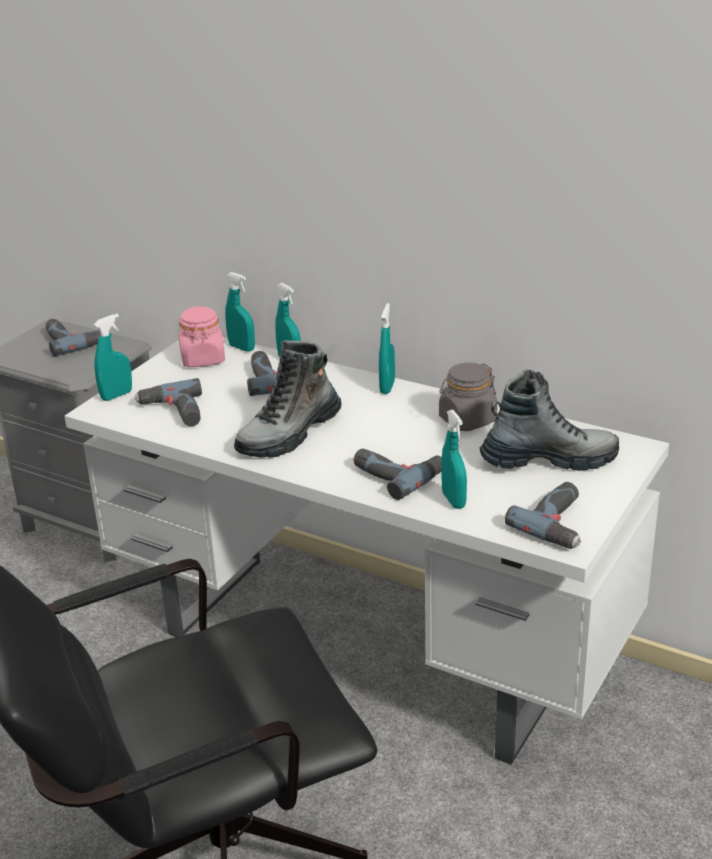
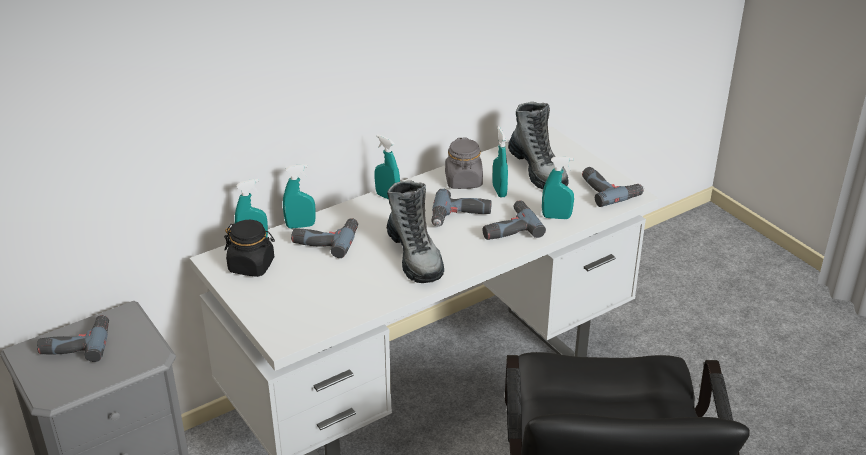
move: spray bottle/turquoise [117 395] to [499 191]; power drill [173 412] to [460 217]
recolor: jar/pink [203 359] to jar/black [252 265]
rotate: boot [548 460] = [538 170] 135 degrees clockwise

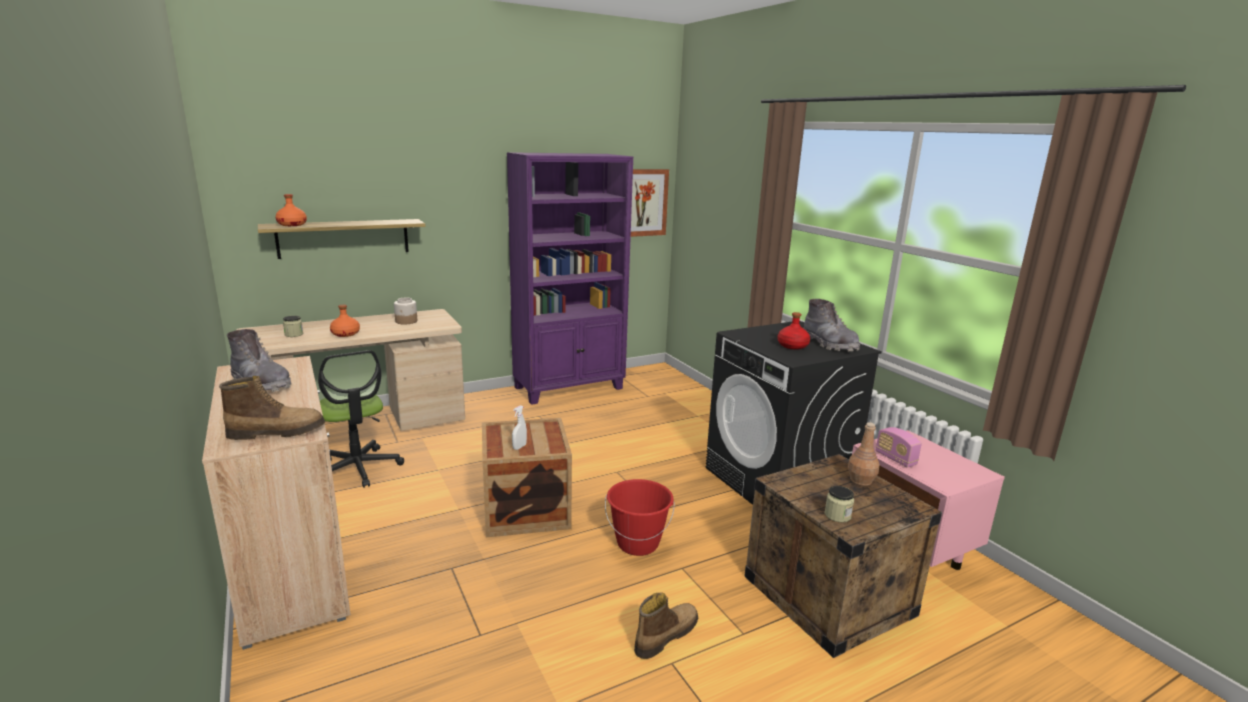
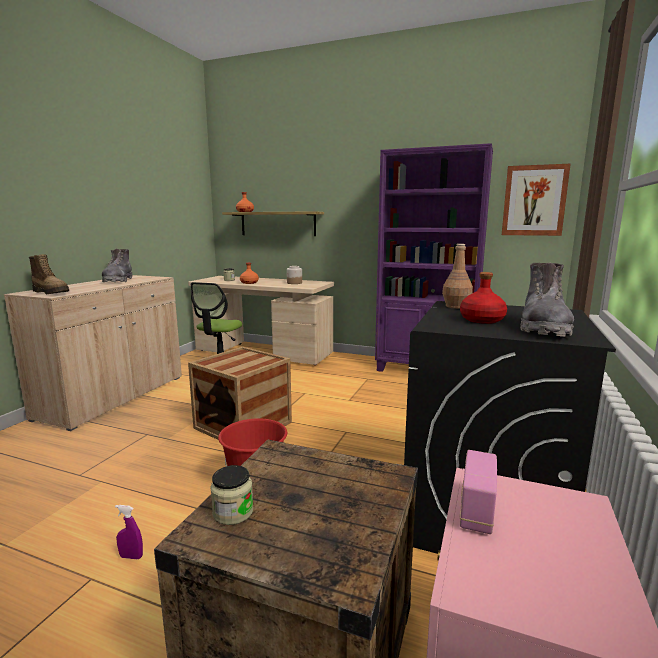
delete: spray bottle/white [519 447]
move: bottle/brown [861 481] to [456 306]
replace: boot [665 635] to spray bottle/purple [131 556]

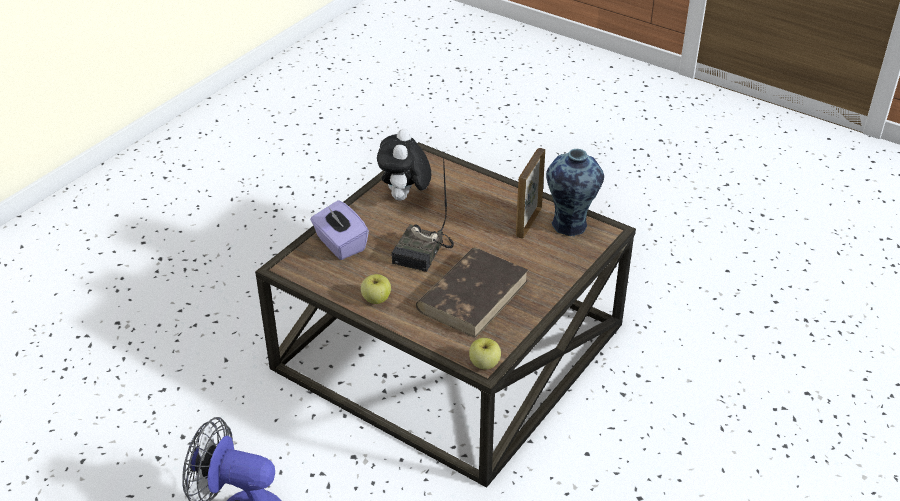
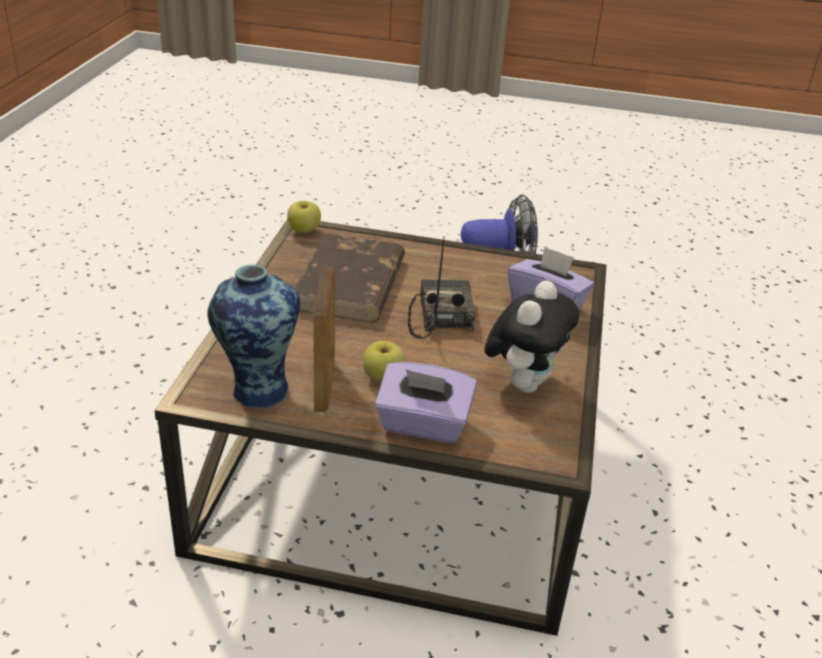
insert: tissue box/purple [423 425]
move: apple [376 299] to [383 377]
rotate: plush toy [404 198] = [524 383] 45 degrees clockwise

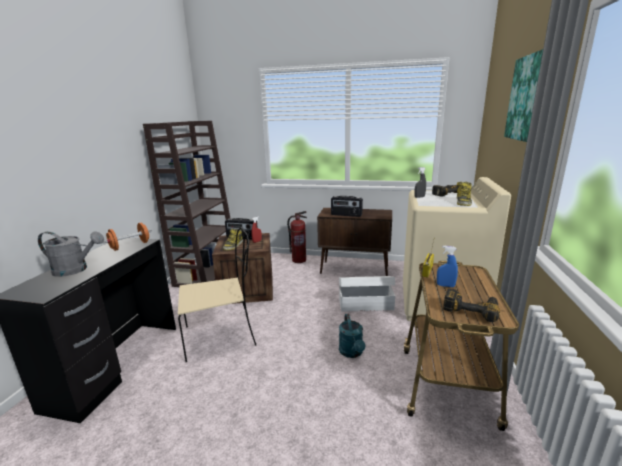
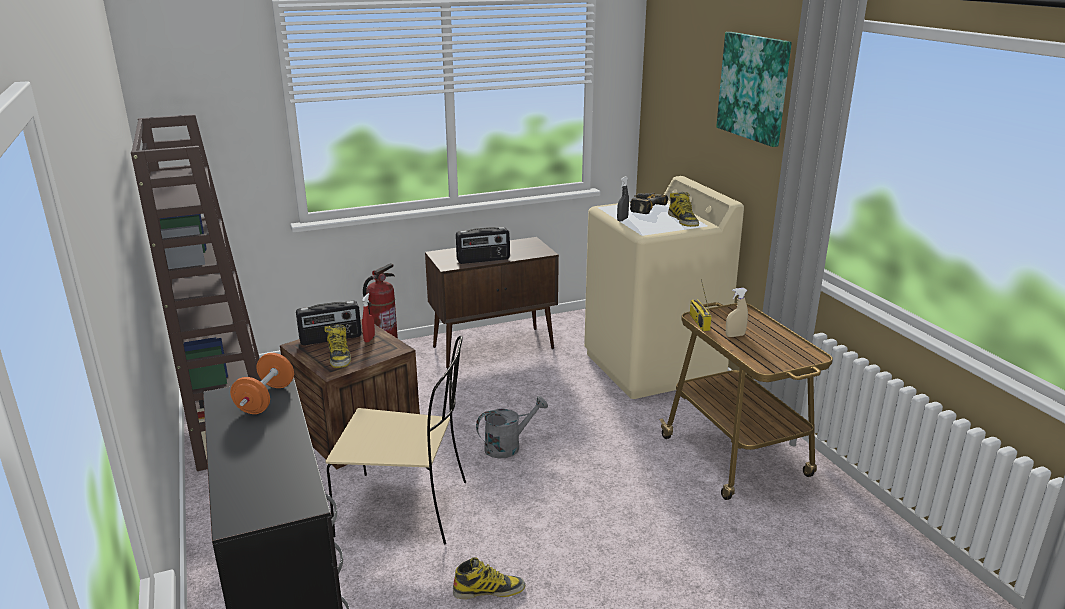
delete: storage box/white [365 304]; power drill [471 308]; watering can/turquoise [352 353]
insert: boot [489 590]
move: watering can/grey [76 270] to [508 446]
recolor: spray bottle/blue [445 285] to spray bottle/beige [735 335]
rotate: chair/beige [222 335] = [406 508] 60 degrees clockwise

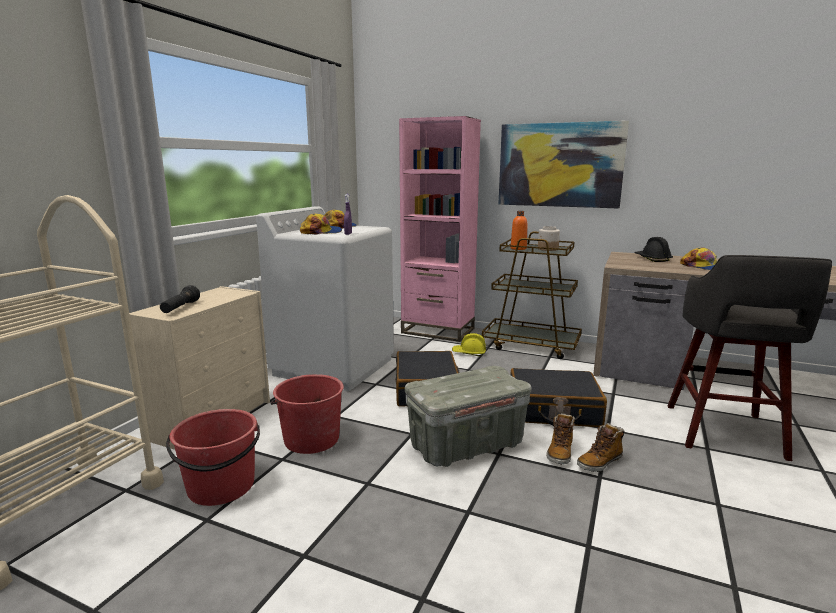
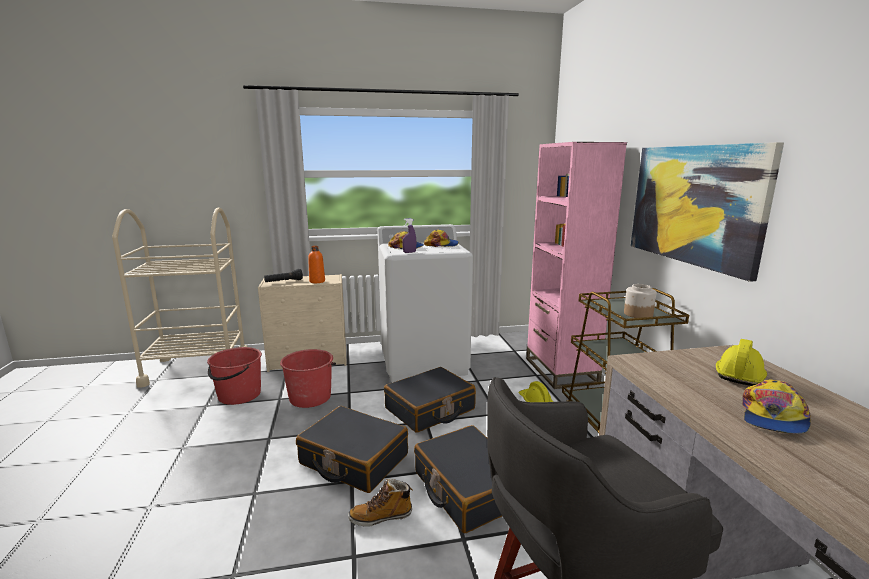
delete: boot [599 462]
move: bottle/orange [518 248] to [317 281]
replace: storage box/grey [466 444] to suitcase/black [353 460]
recolor: hard hat/black [652 259] to hard hat/yellow [739 374]

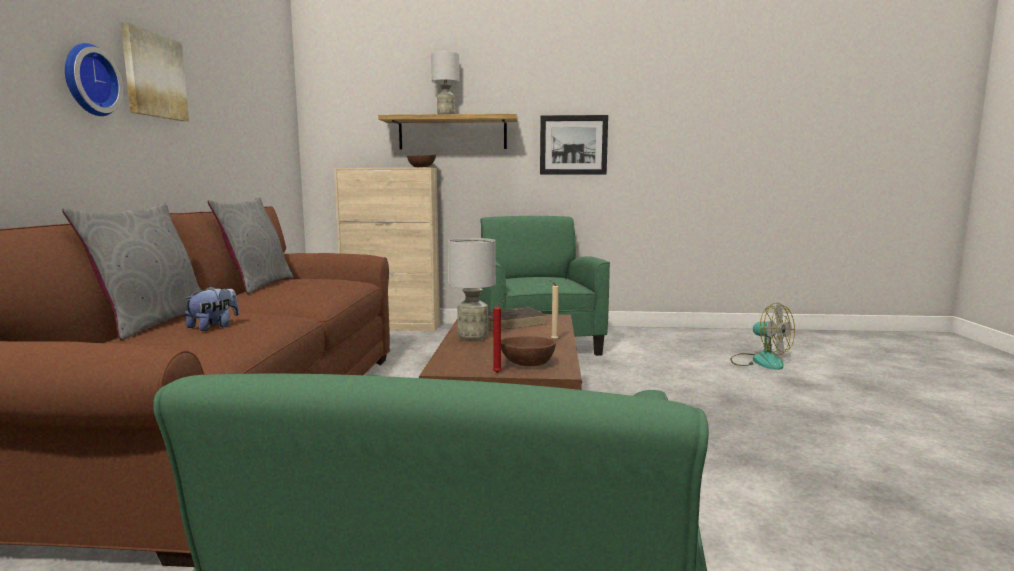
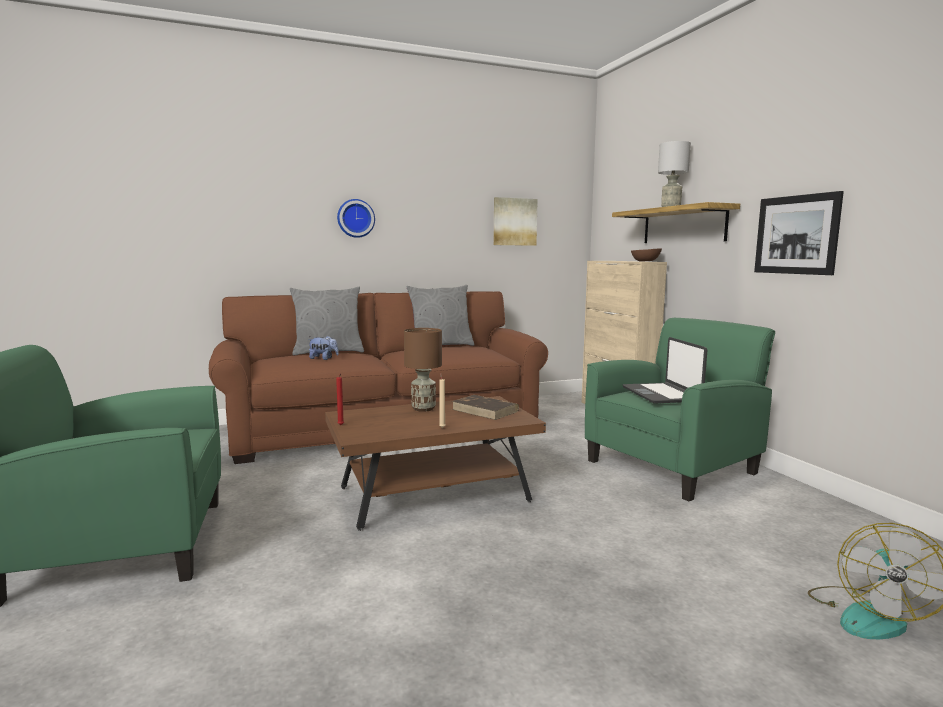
delete: bowl/brown [528 364]
insert: laptop [661 394]
move: picture [153 75] to [514 222]
recolor: table lamp/grey [472 338] to table lamp/brown [423 408]

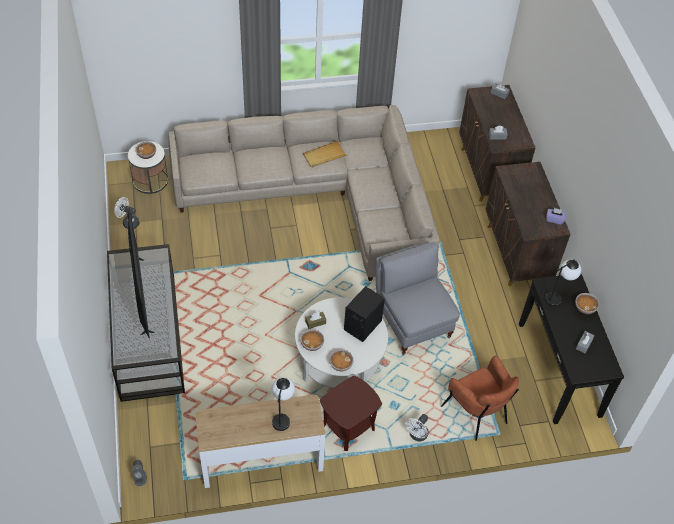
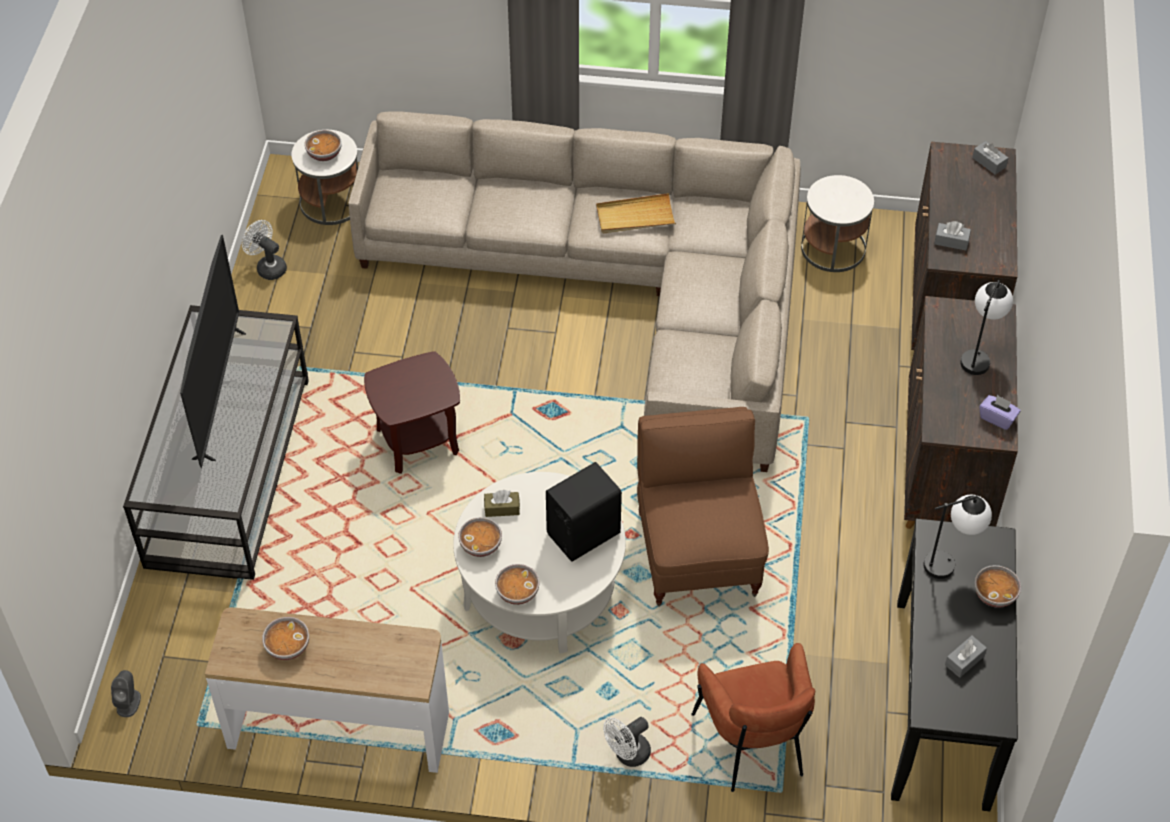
insert: side table/white [833 248]; bowl [287 647]
move: side table/brown [348 427] to [417 440]; table lamp [282 416] to [978 355]
recolor: armchair/grey [412 322] to armchair/brown [697 552]

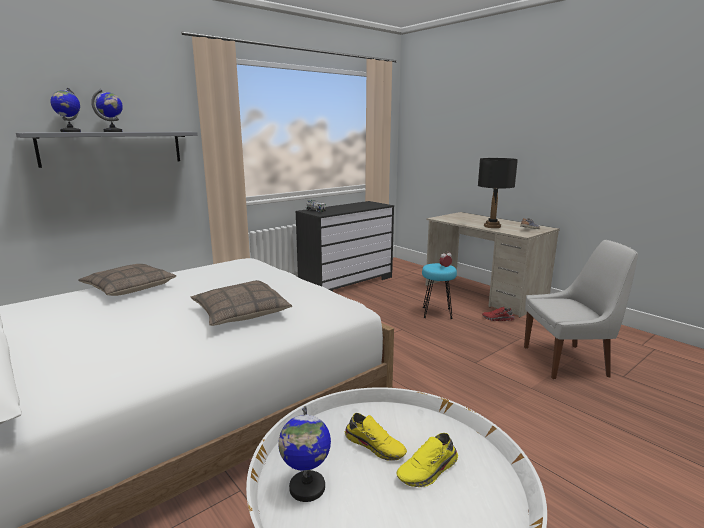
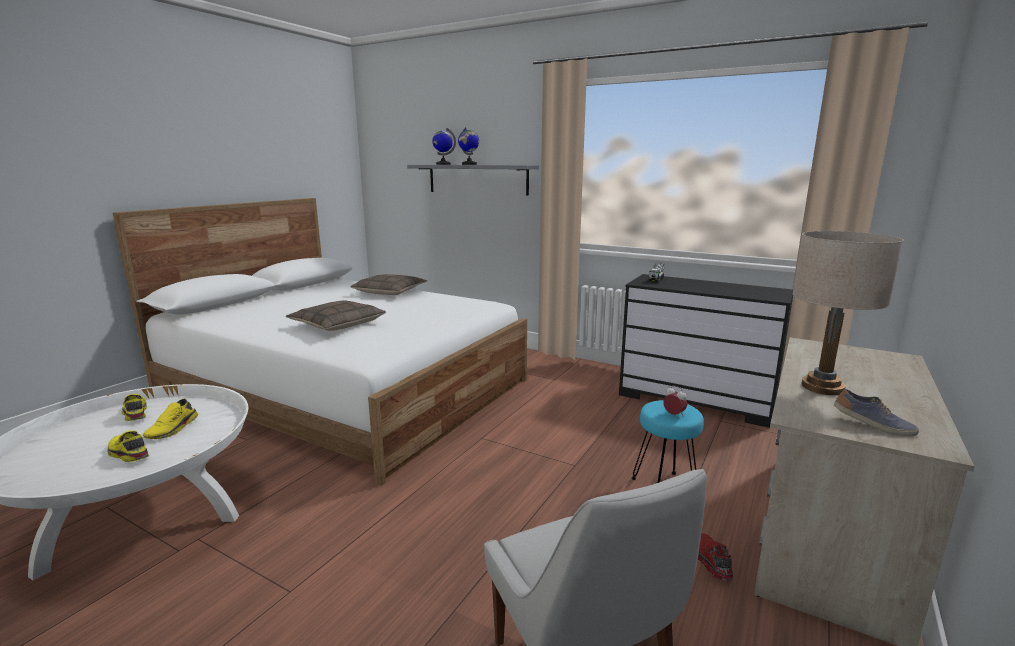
replace: globe [306 488] to shoe/yellow [134 413]
recolor: table lamp/black [492 226] to table lamp/beige [822 387]

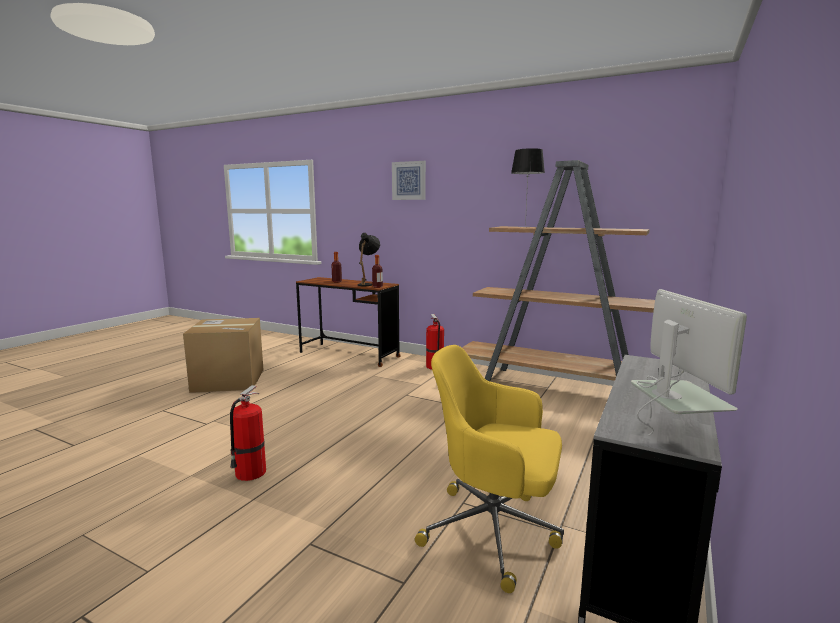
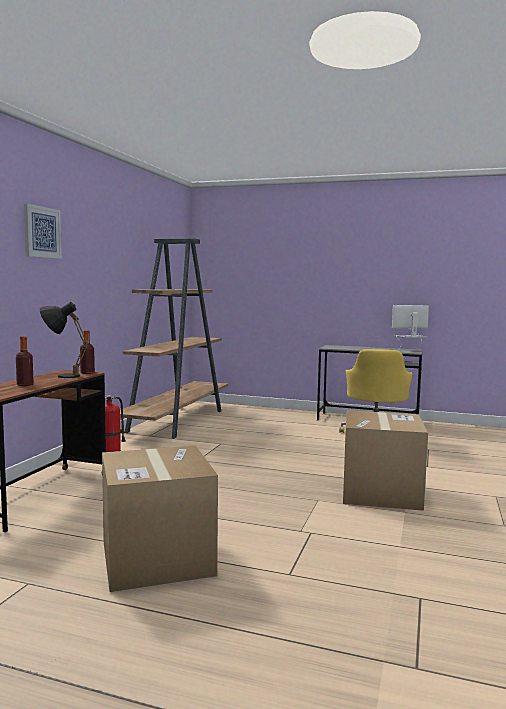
delete: table lamp [525 227]
replace: fire extinguisher [249 473] to cardboard box [380 492]

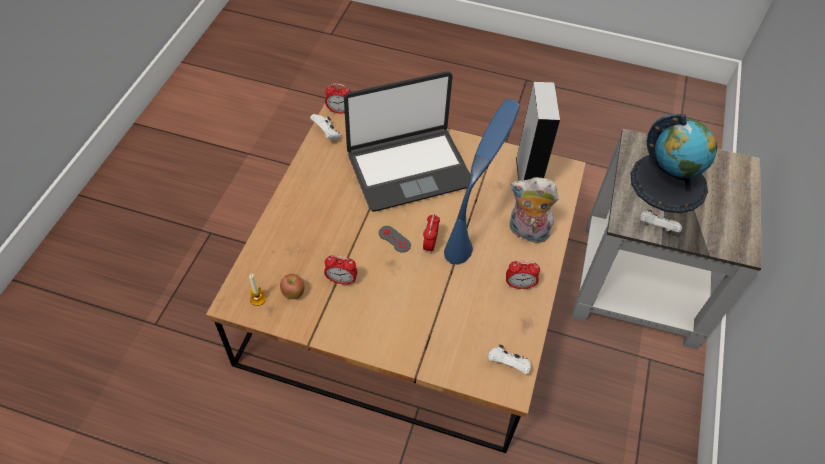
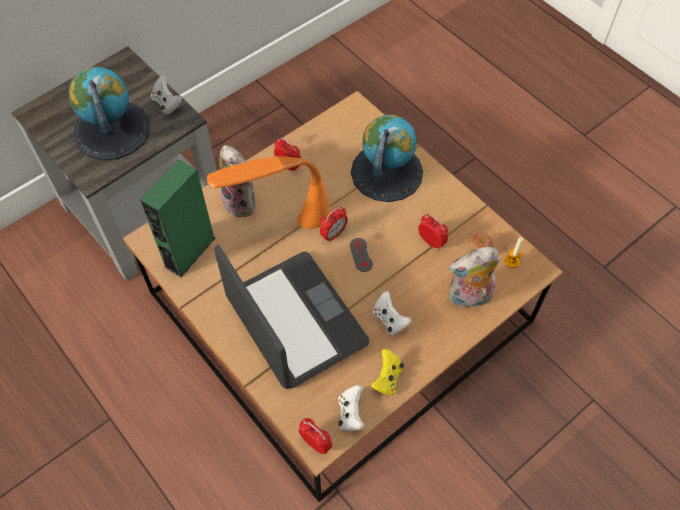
insert: globe [386 172]; plush toy [469 298]; game controller/yellow [387 378]
move: game controller/white [508 365] to [389 320]
recolor: speaker/grey [527 176] to speaker/green [189 252]; table lamp/blue [475 222] to table lamp/orange [278 233]
rotate: laptop [409 169] = [294 321] 45 degrees clockwise

